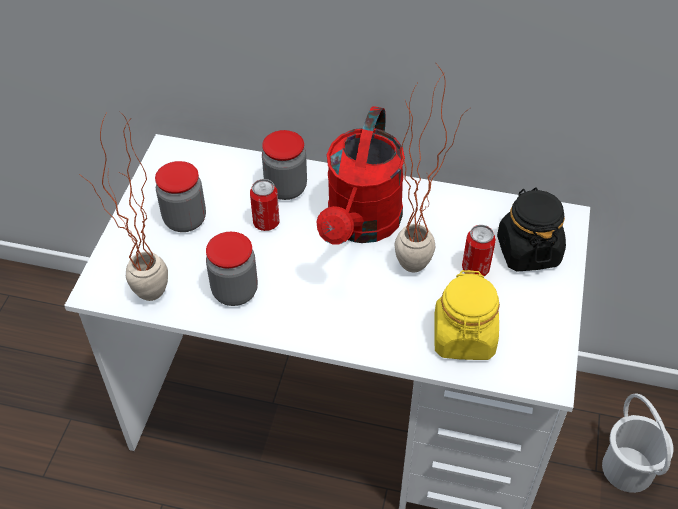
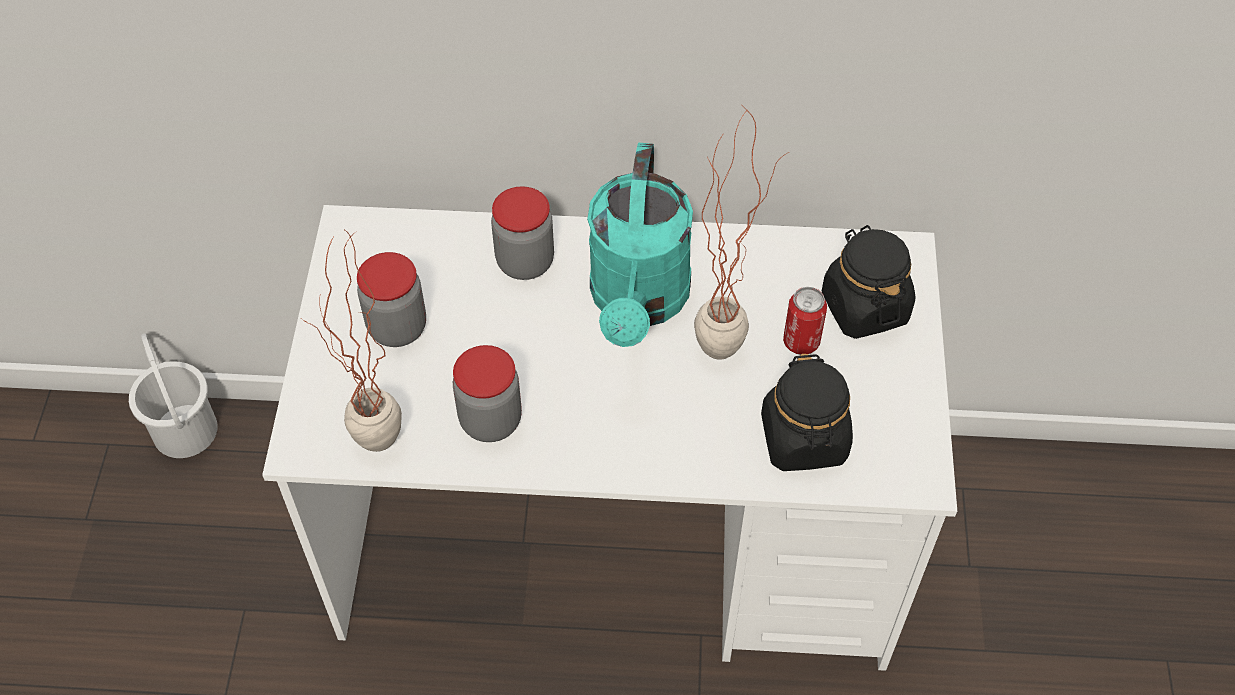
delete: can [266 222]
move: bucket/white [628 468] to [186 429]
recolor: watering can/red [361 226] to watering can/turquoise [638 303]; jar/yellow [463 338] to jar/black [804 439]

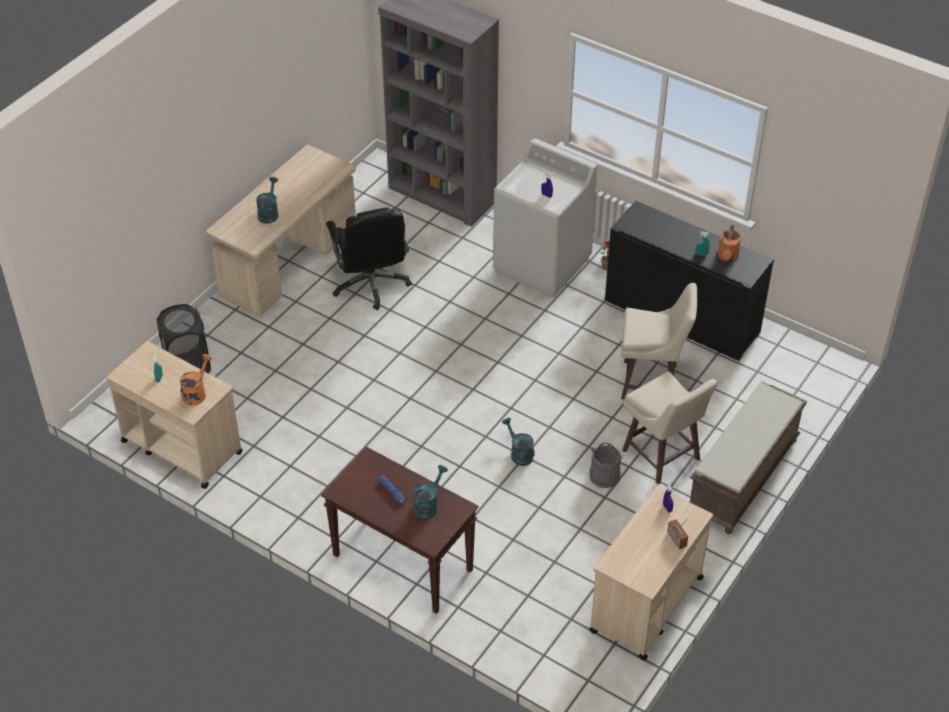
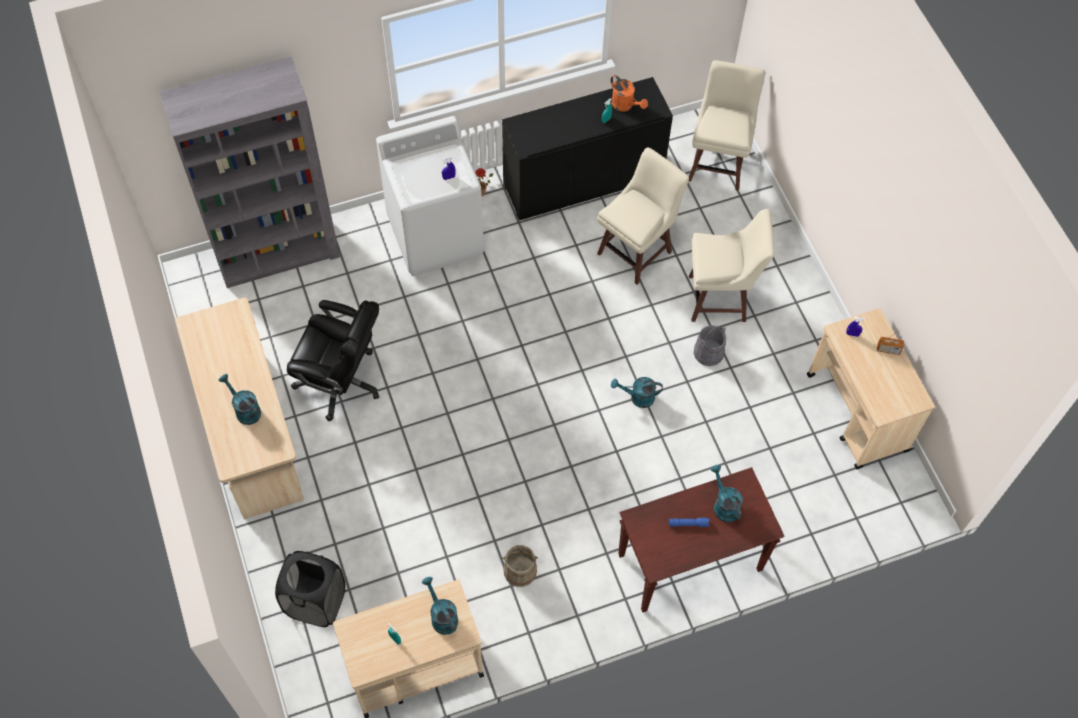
delete: bench/brown [743 477]
insert: stool/beige [718 163]; bucket/beige [520 571]
recolor: watering can/orange [196 393] to watering can/turquoise [441 616]

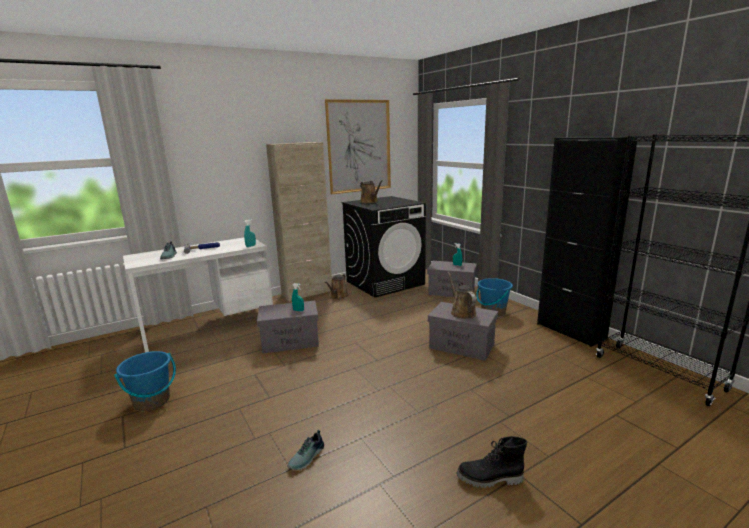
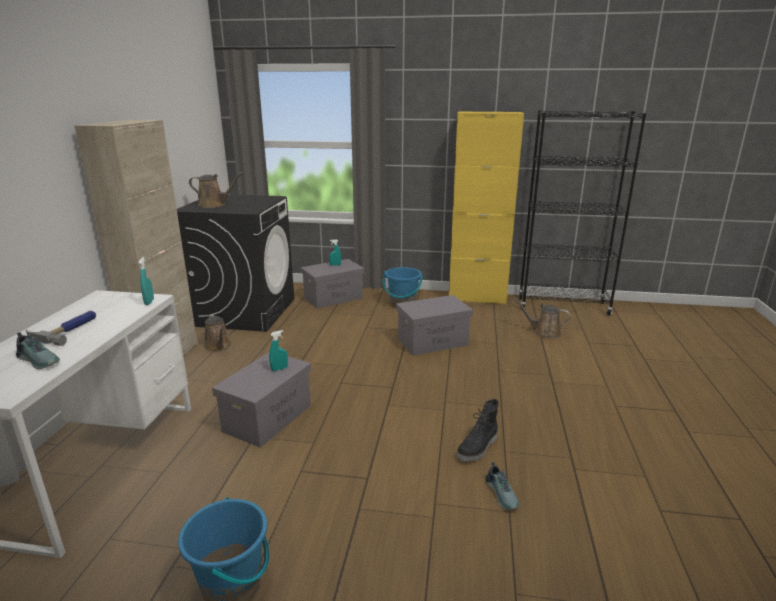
delete: picture [359 146]
move: watering can/brown [462 312] to [544 332]; boot/black [490 479] to [478 449]
recolor: cabinet/black [570 331] to cabinet/yellow [477 298]

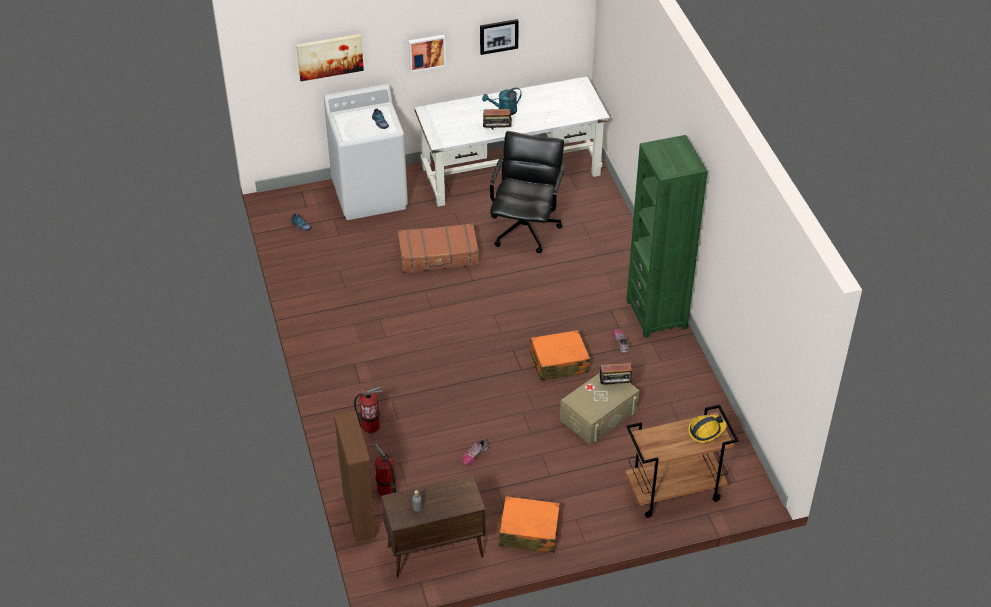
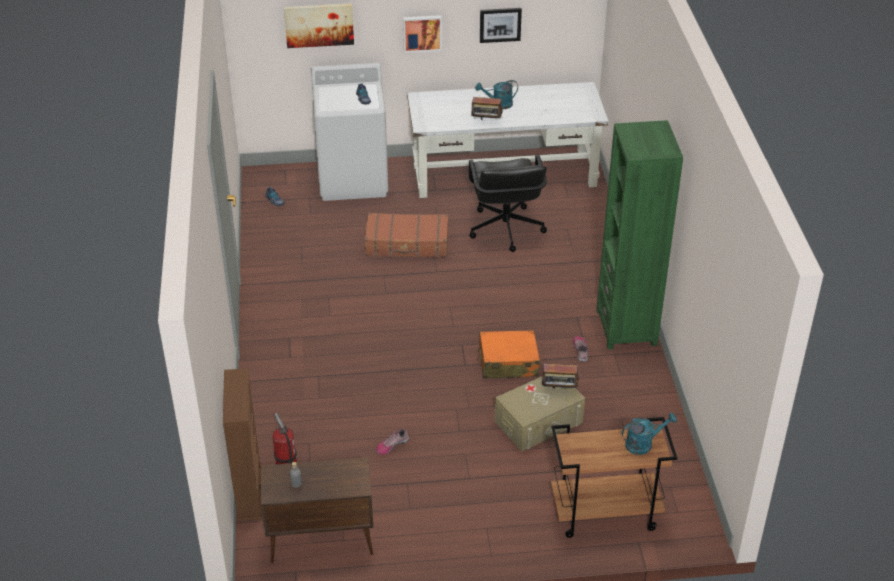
delete: fire extinguisher [370 426]; suitcase/orange [528 531]
replace: hard hat [706 430] to watering can/turquoise [643 444]
rotate: office chair/black [525 229] = [505 229] 150 degrees clockwise

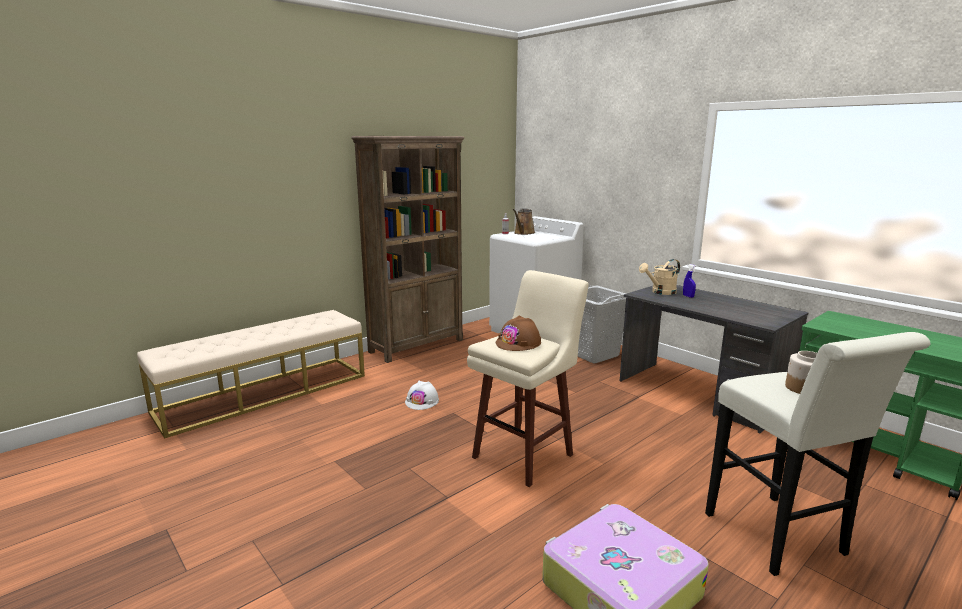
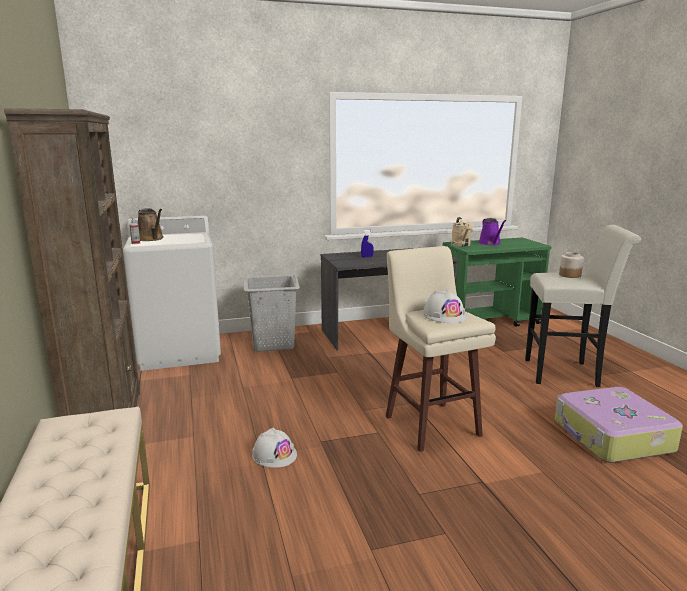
insert: watering can/purple [490 243]
move: watering can/beige [660 292] to [462 245]
recolor: hard hat/brown [518 342] to hard hat/white [444 315]

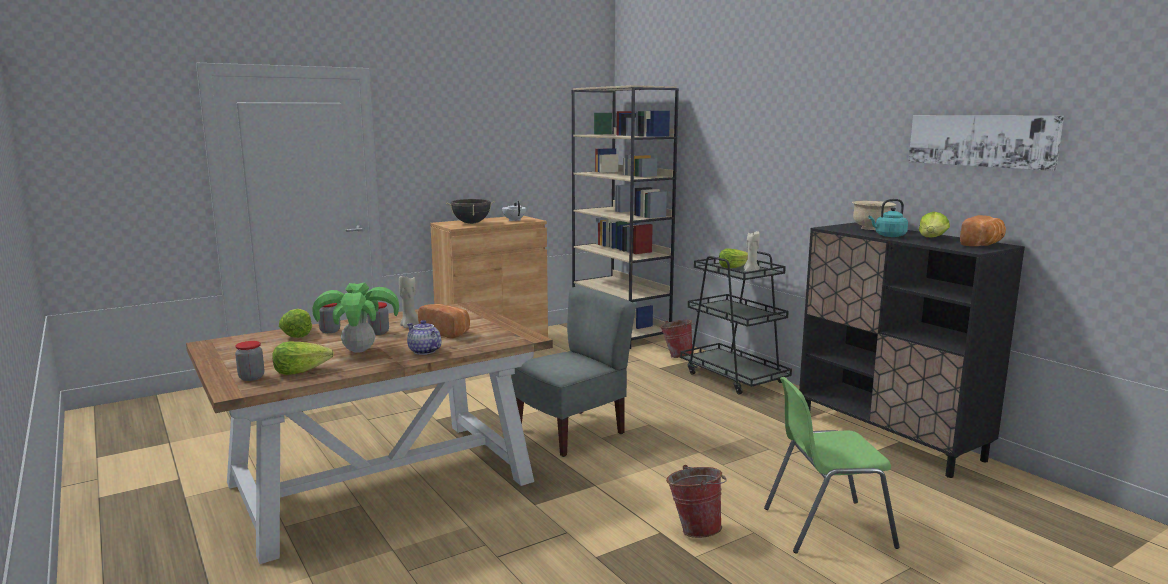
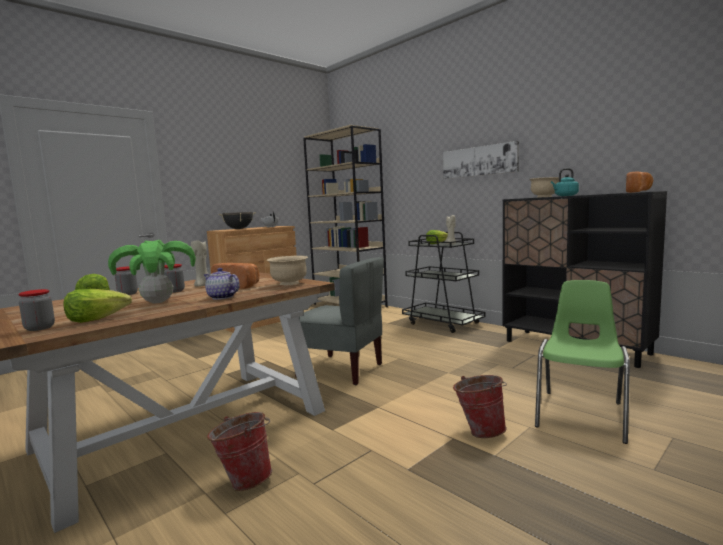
delete: lettuce [932 238]
insert: bowl/beige [289 283]
move: picture [981 140] to [479 161]; bucket [676 355] to [244 479]
rotate: chair/grey [571 432] = [341 370] 75 degrees clockwise; chair/green [825 526] = [581 414] 135 degrees clockwise

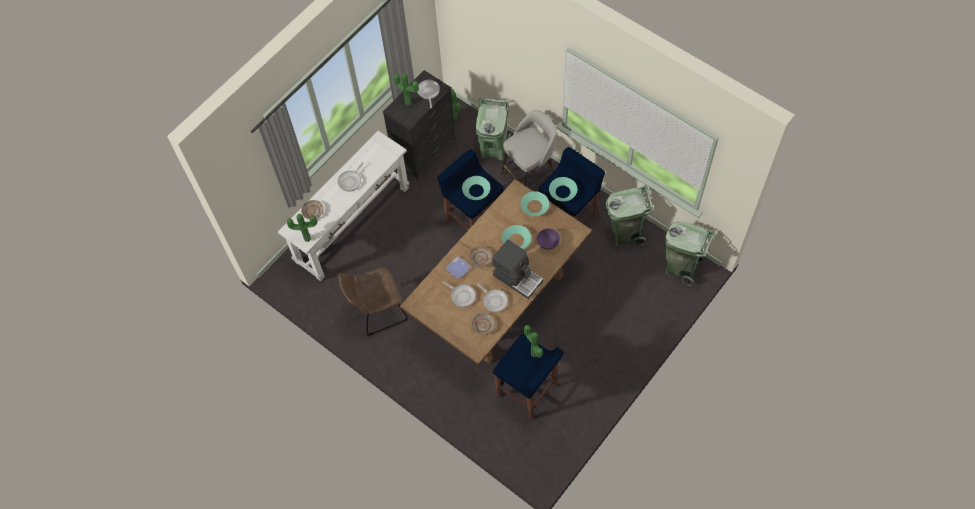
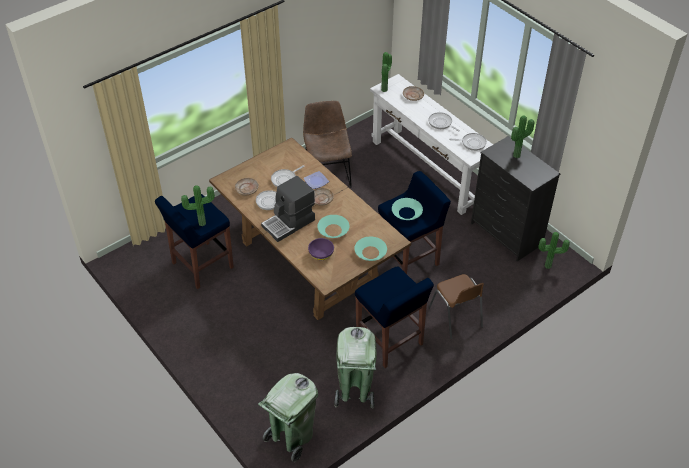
delete: trash can/green [493 149]; bowl/turquoise [562 191]
move: frying pan [428 92] to [472 143]
replace: stool/grey [529 175] to chair/brown [456 317]

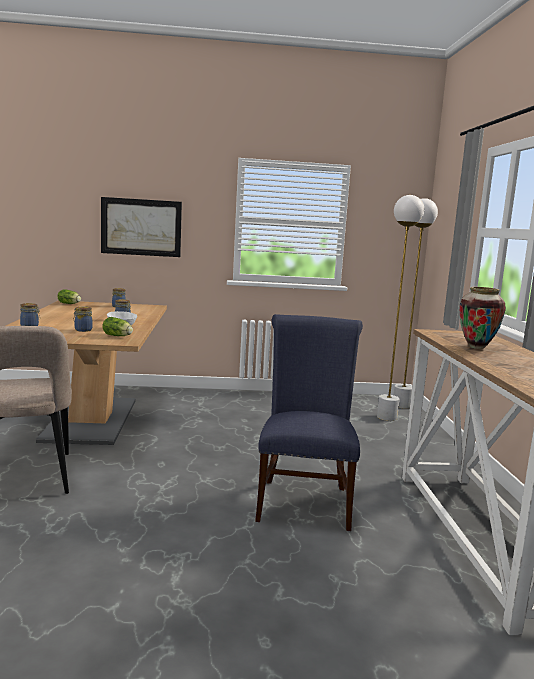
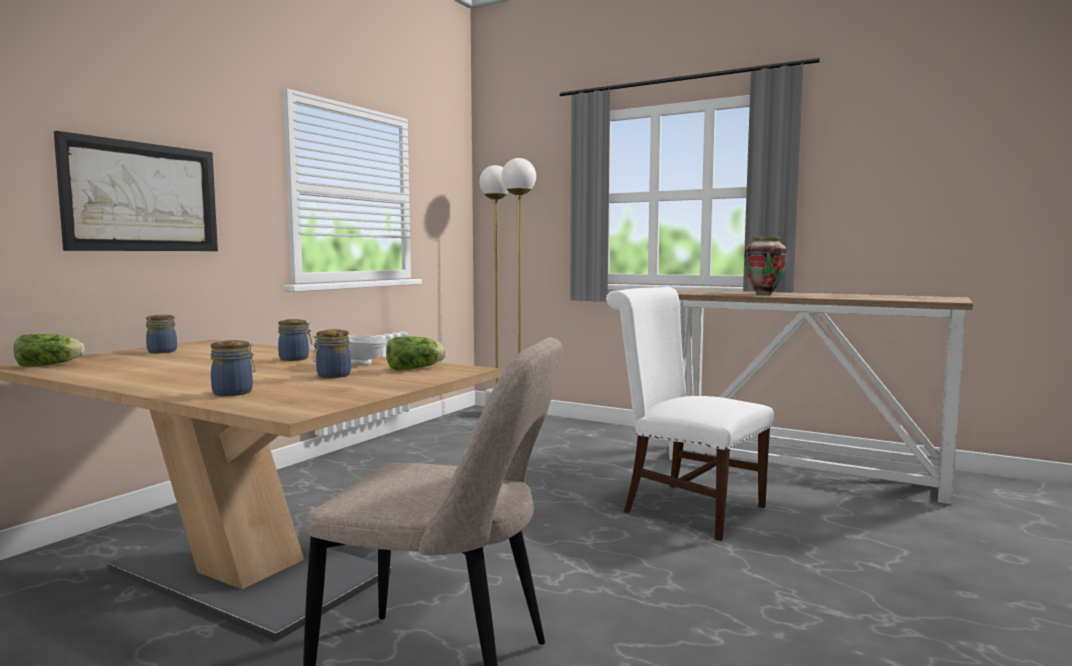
recolor: chair/blue [304 500] to chair/white [685 507]

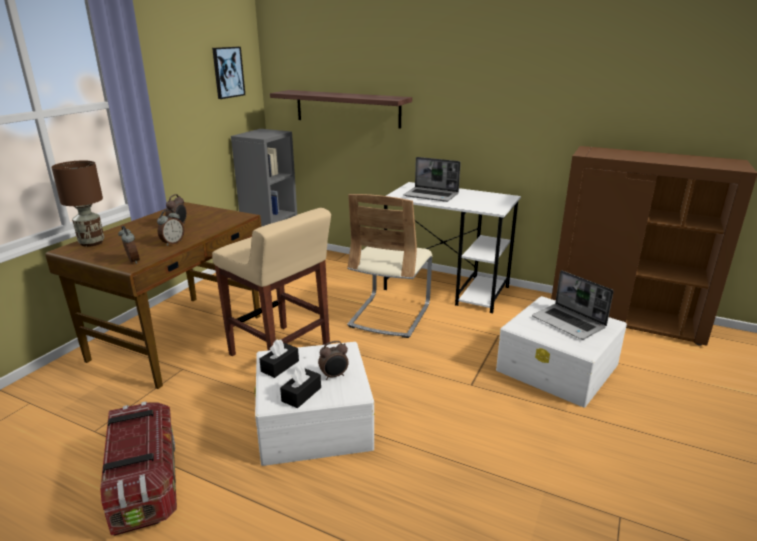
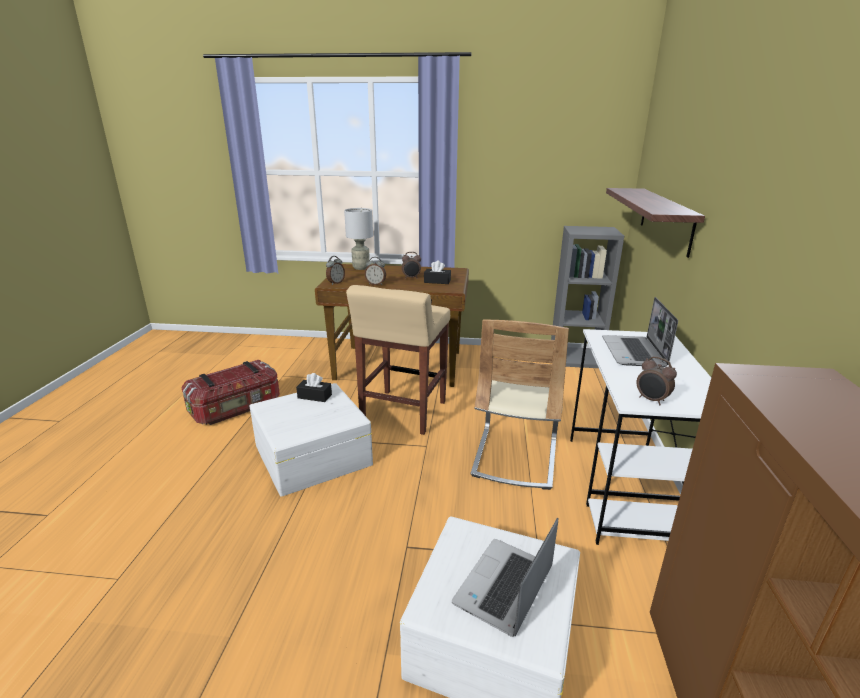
delete: picture [228 72]
move: alarm clock [334 376] to [651 400]; tissue box/black [301 394] to [437 281]
recolor: table lamp/brown [92 243] to table lamp/grey [361 268]
rotate: chair/beige [389 315] = [515 456] 75 degrees counterclockwise

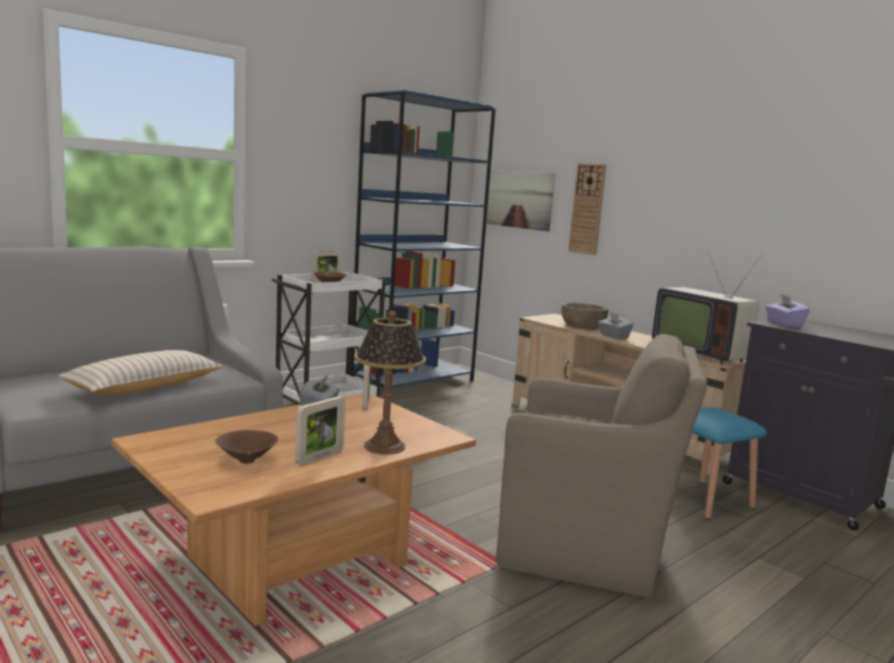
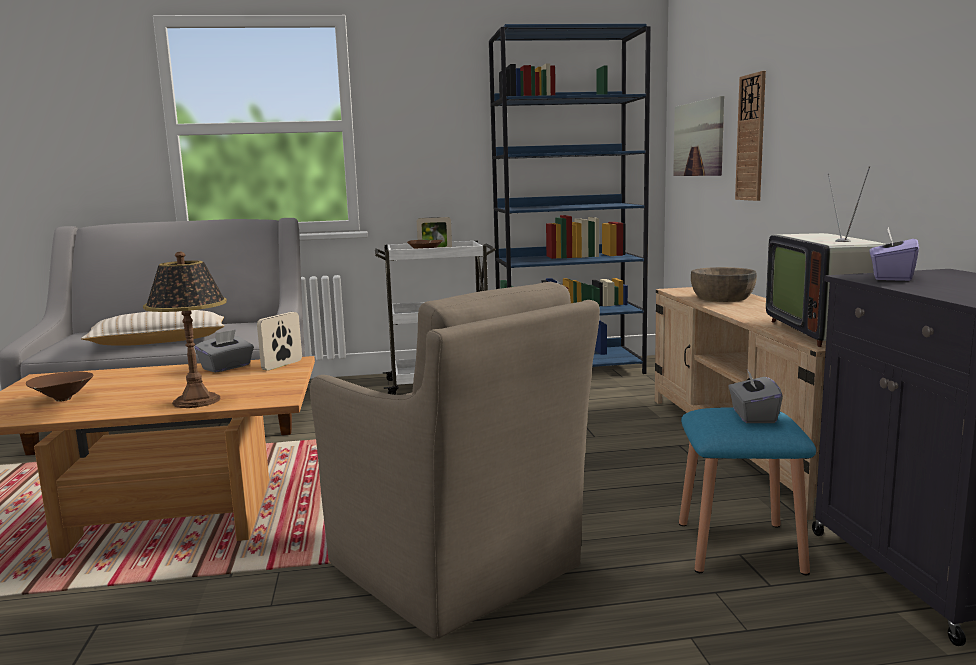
delete: picture frame [319 457]
move: tissue box/grey [613 336] to [752 416]

